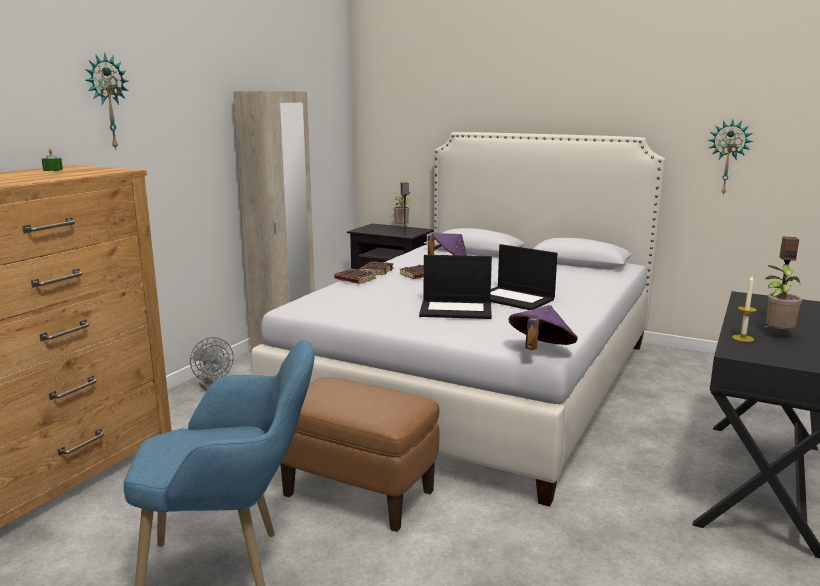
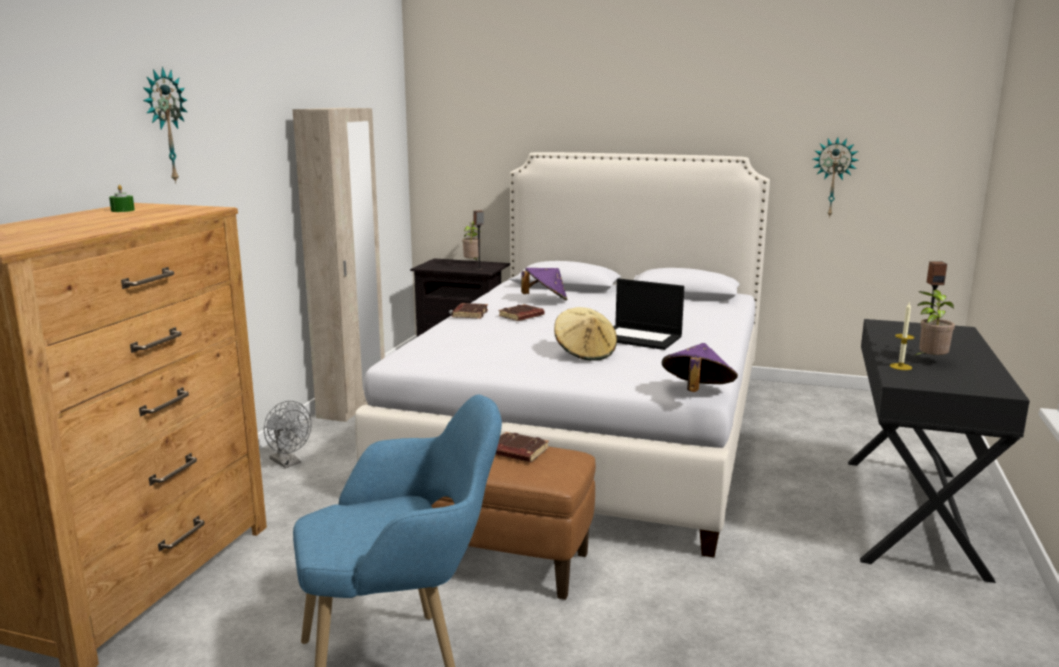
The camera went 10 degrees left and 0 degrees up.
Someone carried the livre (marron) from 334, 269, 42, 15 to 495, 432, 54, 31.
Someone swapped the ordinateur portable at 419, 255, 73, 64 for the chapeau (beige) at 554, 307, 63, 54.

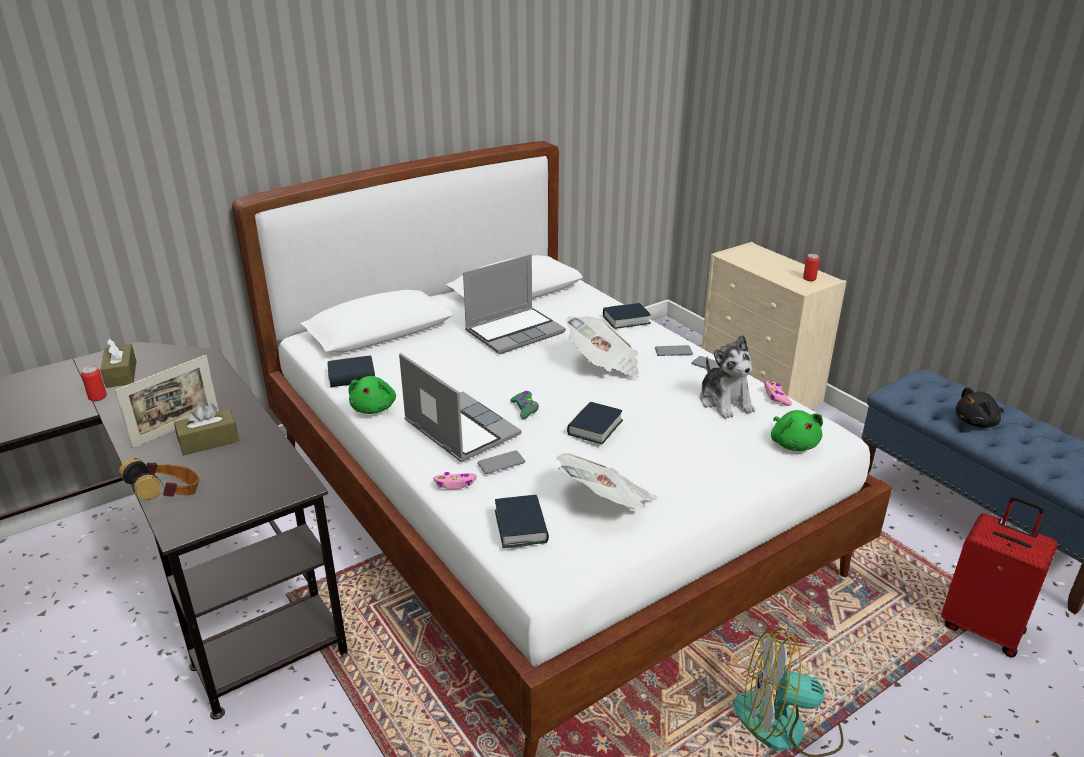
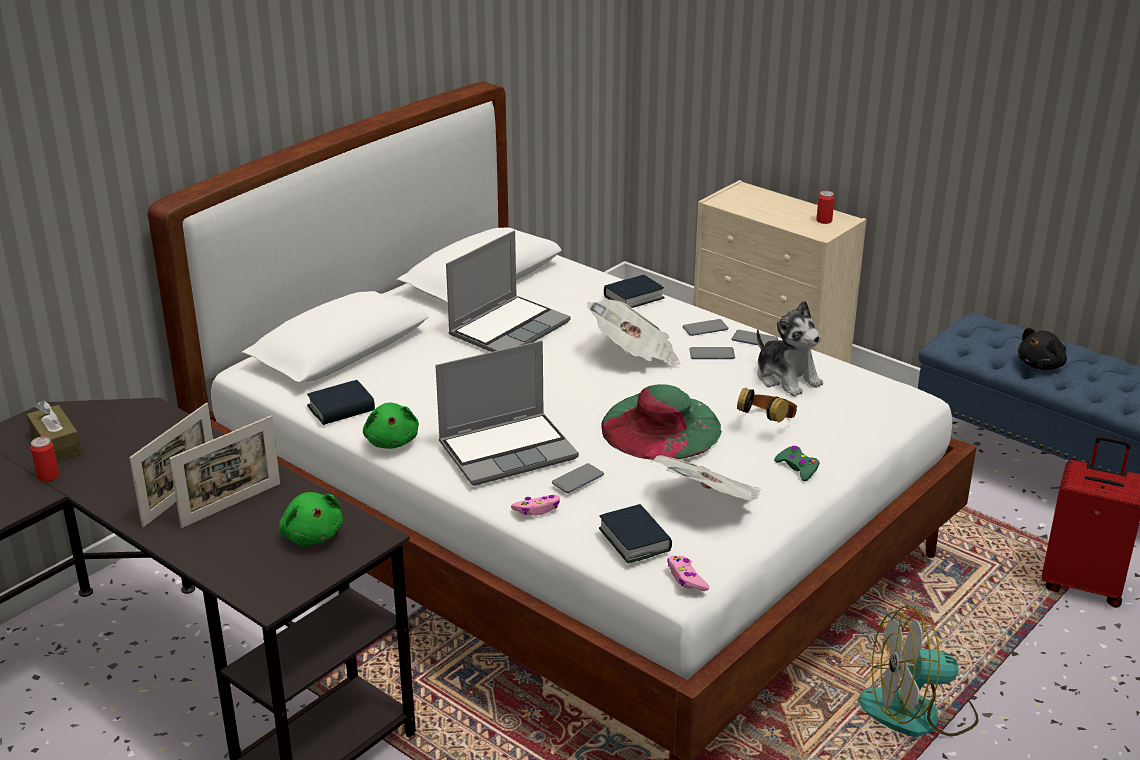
The camera went 15 degrees left and 0 degrees up.
Someone carried the casque audio from 119, 458, 80, 42 to 737, 388, 60, 35.
Someone swapped the boîte à mouchoirs (marron) at 174, 403, 65, 52 for the cadre photo at 169, 416, 111, 112.
Someone rotated the ordinateur portable at 399, 353, 122, 109 by 120 degrees clockwise.
Someone carried the manette (vert) from 510, 391, 29, 28 to 774, 446, 46, 35.
Someone swapped the livre at 567, 402, 56, 42 for the chapeau (vert) at 602, 384, 120, 76.
Someone carried the manette (rose) from 765, 381, 27, 25 to 667, 556, 42, 35.
Someone carried the peluche (vert) from 771, 410, 52, 41 to 279, 492, 64, 53.
Someone put down the téléphone at 689, 347, 46, 12.

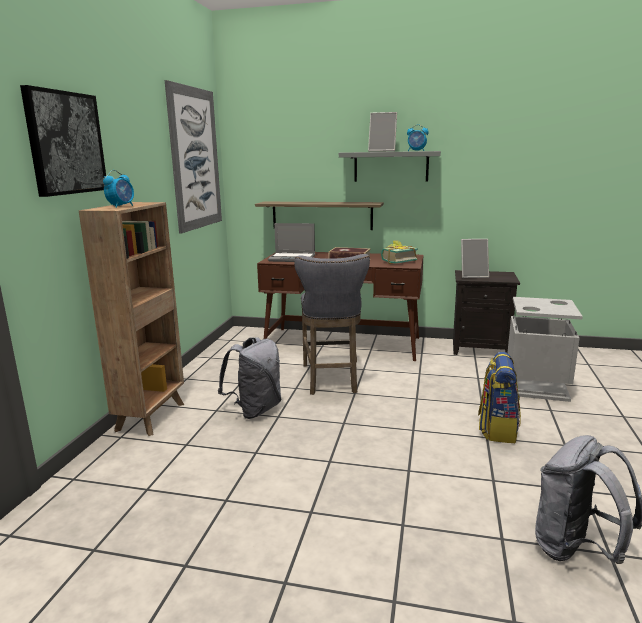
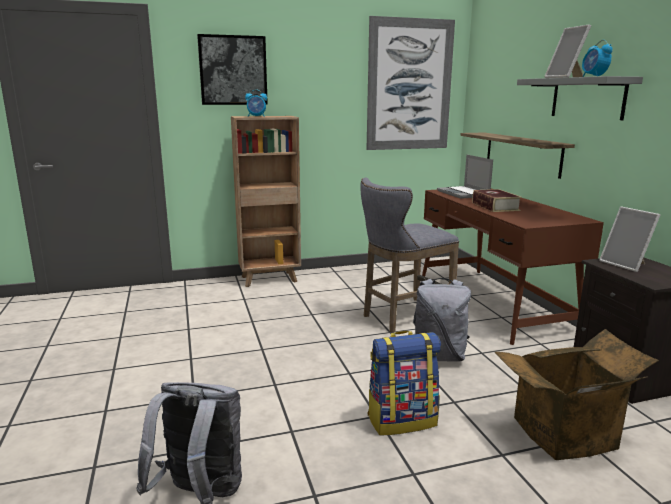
The camera went 60 degrees right and 0 degrees up.
Someone carried the sac à dos (gris) from 218, 337, 64, 82 to 413, 278, 58, 84.
Someone took away the livre at 381, 240, 37, 24.
Someone swapped the poubelle (gris) at 508, 297, 75, 105 for the carton at 495, 329, 164, 131.

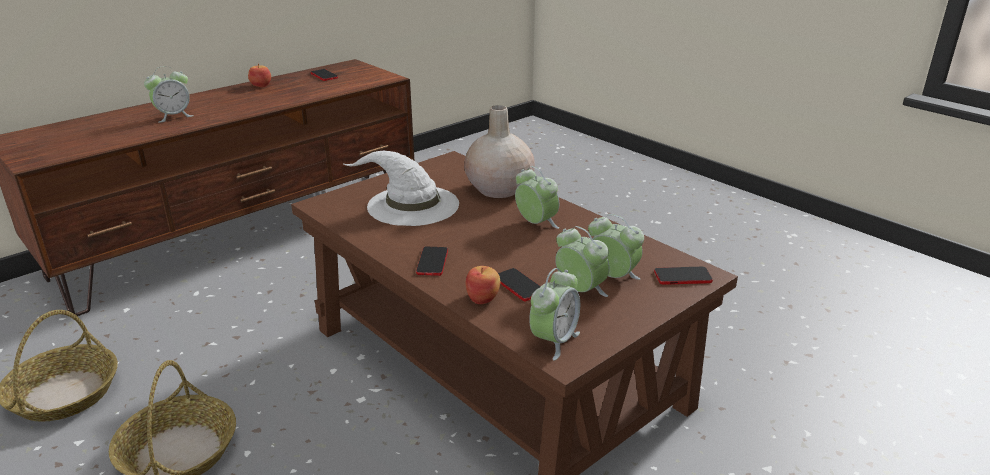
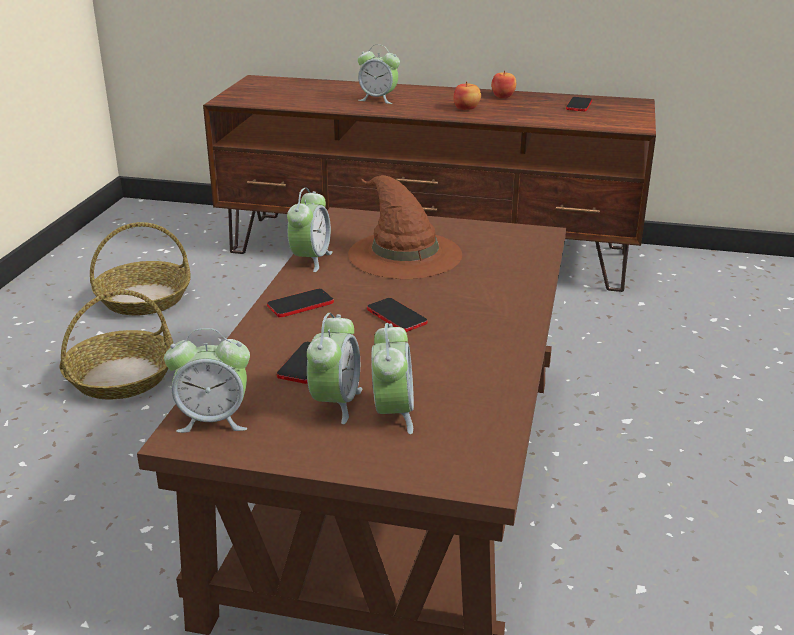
The camera went 55 degrees right and 0 degrees up.
Someone repainted the chapeau (blanc) at 342, 151, 117, 75, which became the chapeau (marron) at 348, 175, 114, 104.
Someone took away the vase (beige) at 464, 105, 71, 93.
Someone carried the pomme from 465, 266, 35, 38 to 453, 81, 28, 29.
Someone carried the réveil from 515, 166, 44, 63 to 287, 188, 46, 84.
Someone carried the téléphone from 654, 267, 59, 18 to 367, 298, 60, 34.

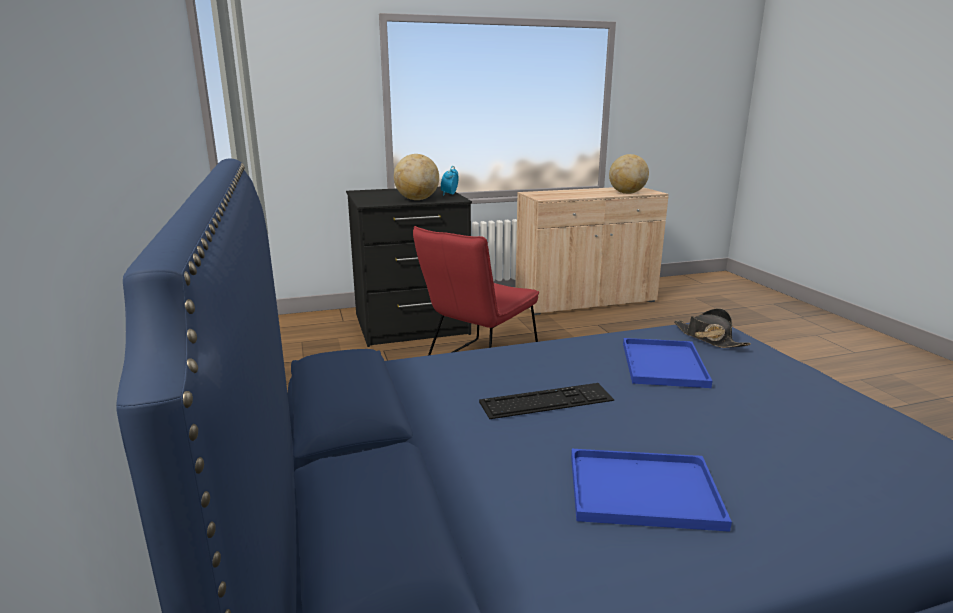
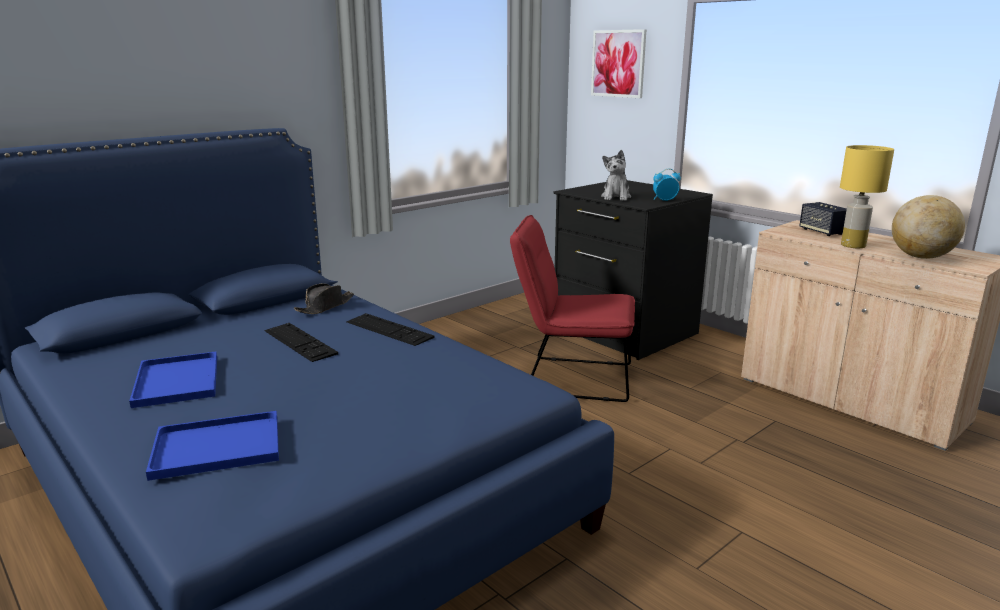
The camera went 65 degrees right and 0 degrees up.
Someone swapped the globe at 394, 154, 45, 46 for the peluche at 601, 150, 30, 51.
Someone carried the plateau (bleu) from 623, 338, 89, 50 to 146, 411, 133, 70.
Someone carried the chapeau (noir) from 674, 308, 77, 40 to 294, 283, 60, 31.
Someone put down the clavier at 346, 313, 89, 33.
Someone put up the tableau at 591, 29, 55, 69.
Someone put down the enceinte at 799, 202, 48, 34.
Someone put down the lampe de table (jaune) at 840, 145, 54, 103.

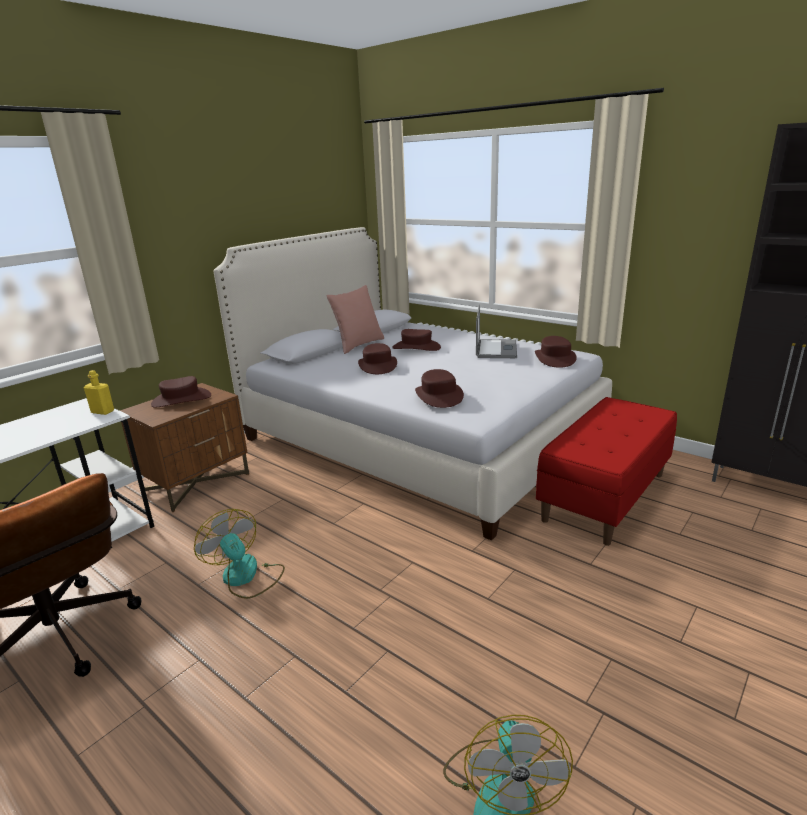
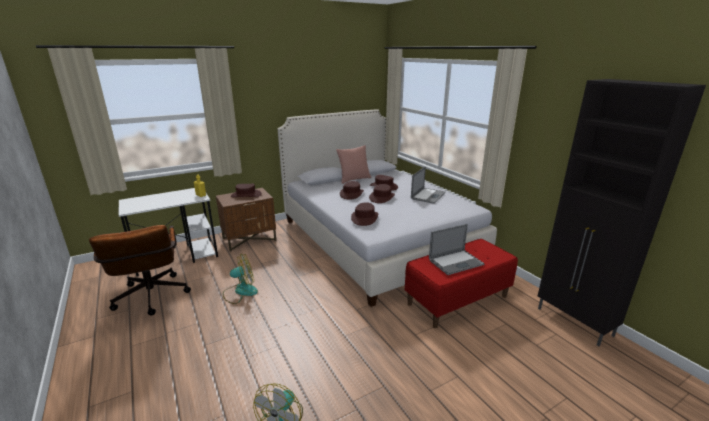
The camera went 20 degrees right and 0 degrees up.
Someone rotated the ventilateur at 194, 509, 91, 90 by 90 degrees clockwise.
Someone carried the chapeau (marron) from 535, 336, 42, 32 to 369, 184, 26, 19.
Someone put down the ordinateur portable at 429, 224, 56, 51.

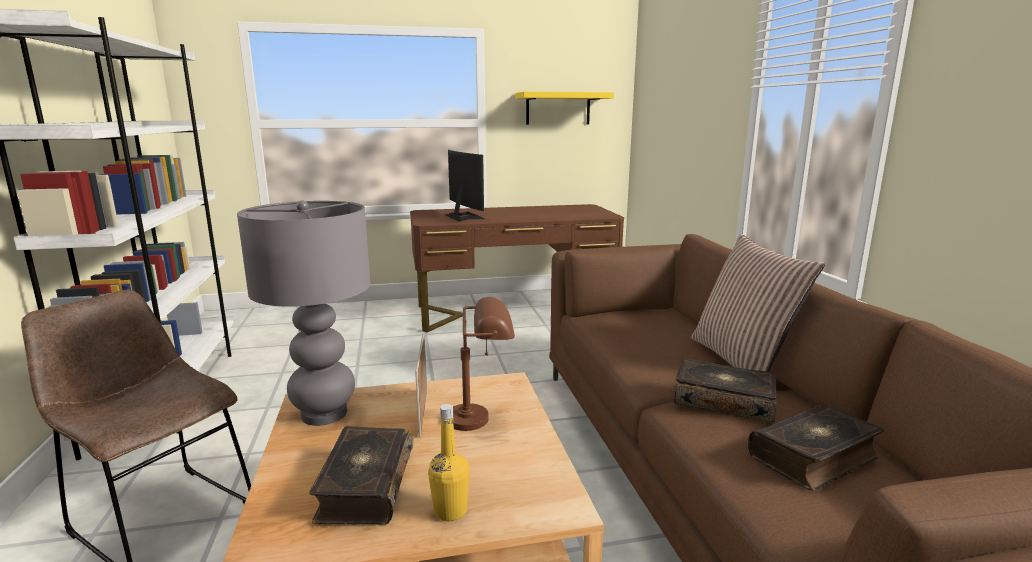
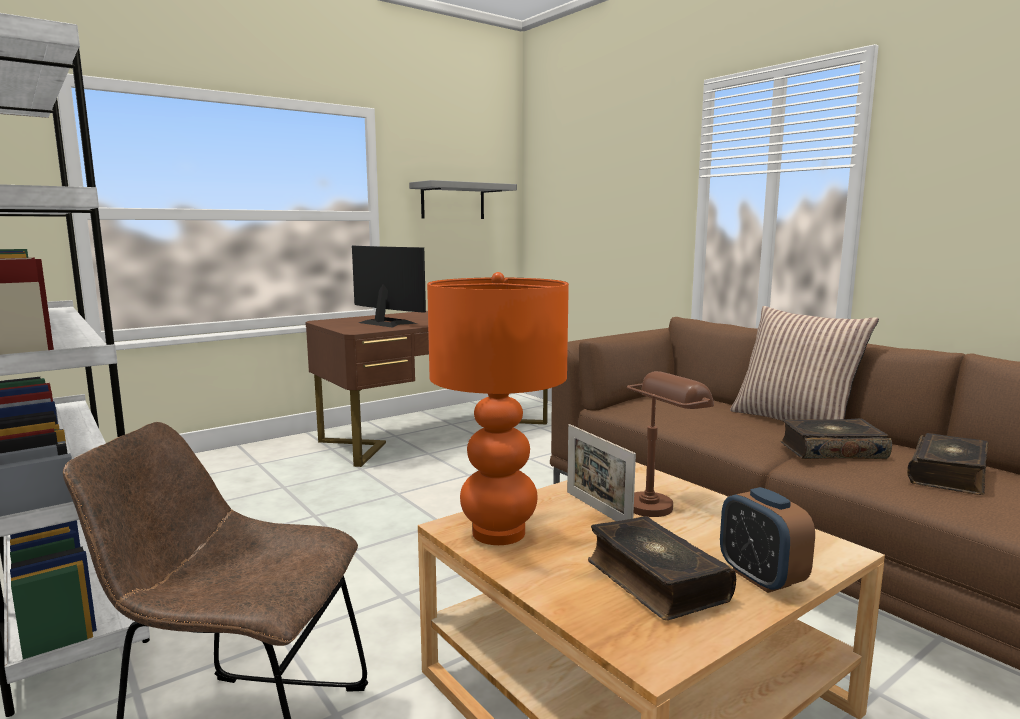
The camera went 25 degrees left and 5 degrees down.
Someone repainted the lampe de table (gris) at 237, 200, 133, 226, which became the lampe de table (orange) at 427, 272, 142, 273.
Someone swapped the bouteille (jaune) at 428, 404, 42, 117 for the réveil at 720, 487, 95, 106.
Someone repainted the étagère (jaune) at 515, 92, 99, 33, which became the étagère (gris) at 409, 180, 108, 39.

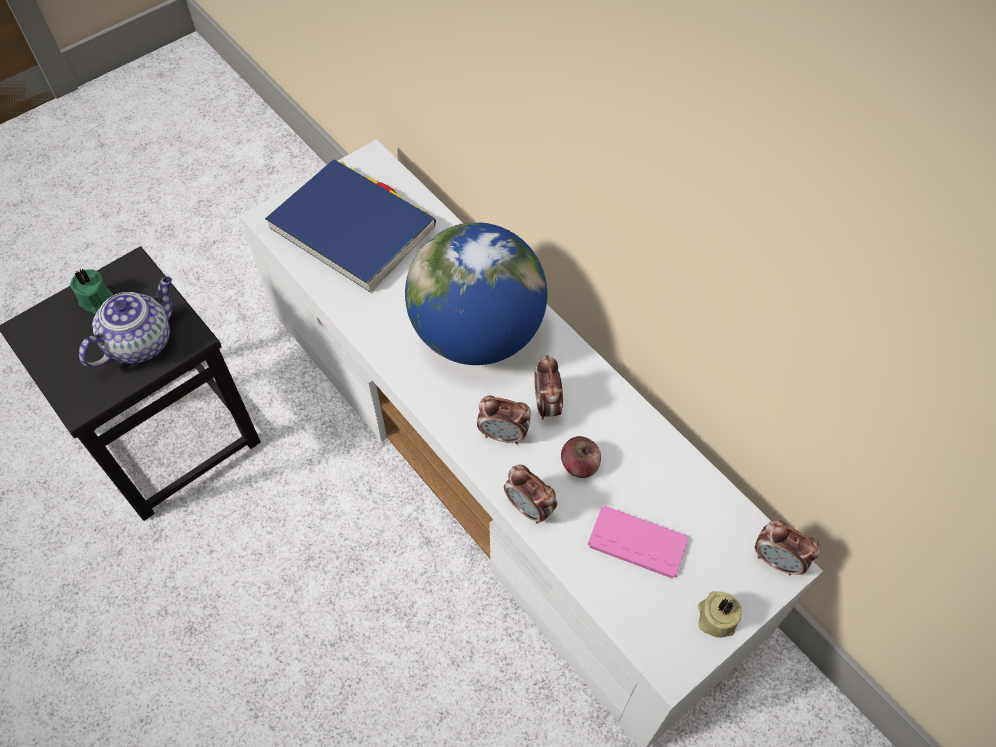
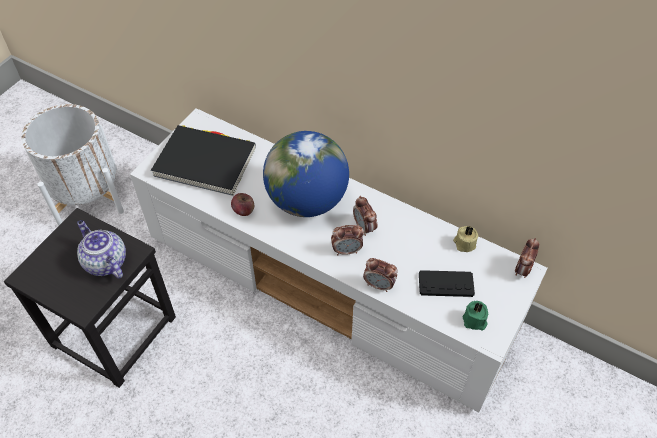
The camera went 20 degrees left and 5 degrees down.
Someone carried the bougie (vert) from 70, 269, 43, 45 to 463, 301, 25, 29.
Someone rotated the théière at 79, 276, 93, 92 by 60 degrees counterclockwise.
Someone repainted the livre (bleu) at 265, 159, 171, 134, which became the livre (noir) at 151, 125, 105, 71.
Someone carried the pomme from 561, 436, 40, 42 to 231, 193, 23, 23.
Someone repainted the manette (rose) at 588, 506, 101, 73, which became the manette (noir) at 419, 270, 56, 27.
Someone carried the bougie (beige) from 698, 591, 44, 47 to 453, 226, 25, 26.
Someone rotated the réveil at 755, 520, 66, 56 by 105 degrees clockwise.
Someone put down the cache-pot (blanc) at 21, 104, 103, 122.

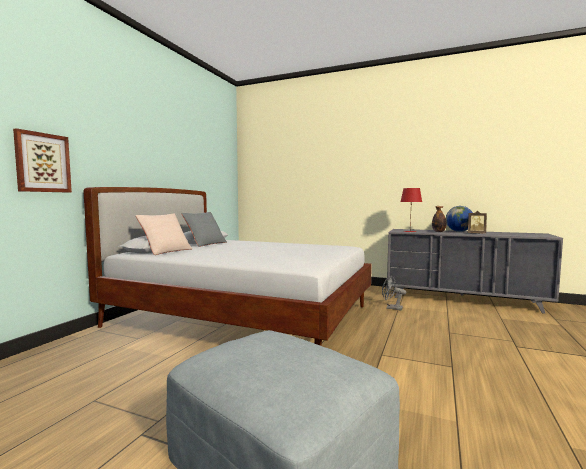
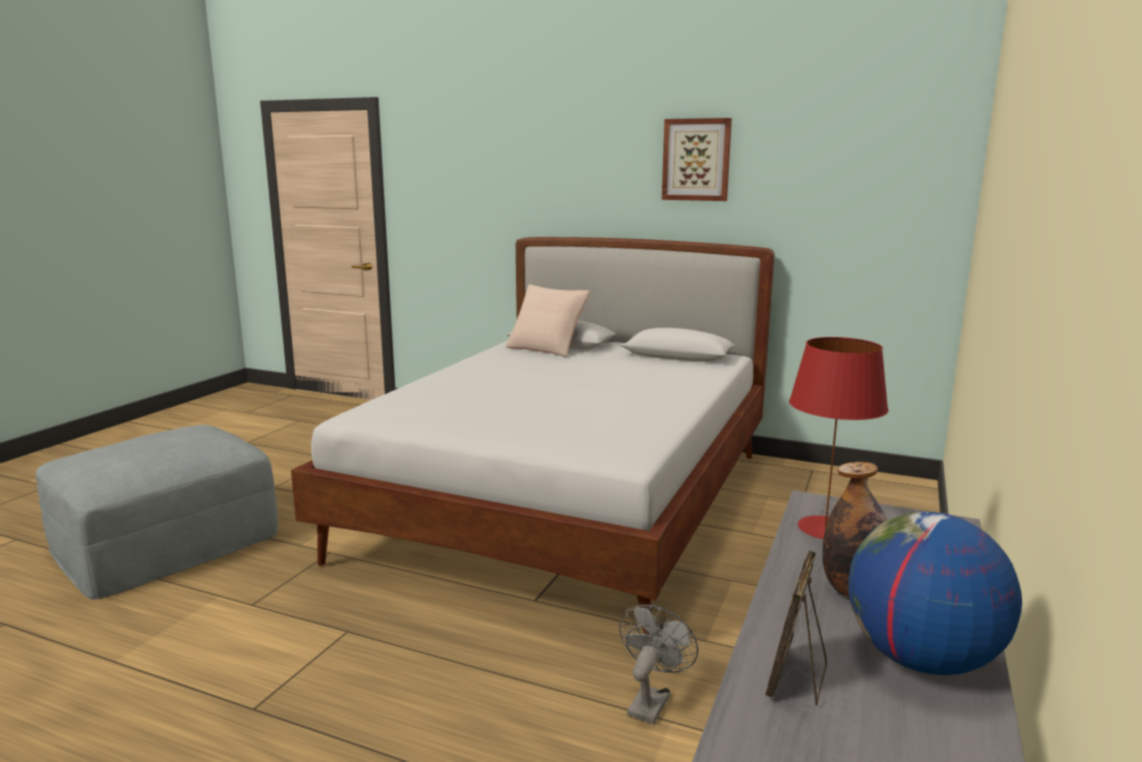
The camera went 90 degrees right and 10 degrees up.
Someone carried the tableau from 13, 128, 59, 65 to 662, 118, 70, 83.
Someone took away the coussin (gris) at 181, 212, 46, 35.

